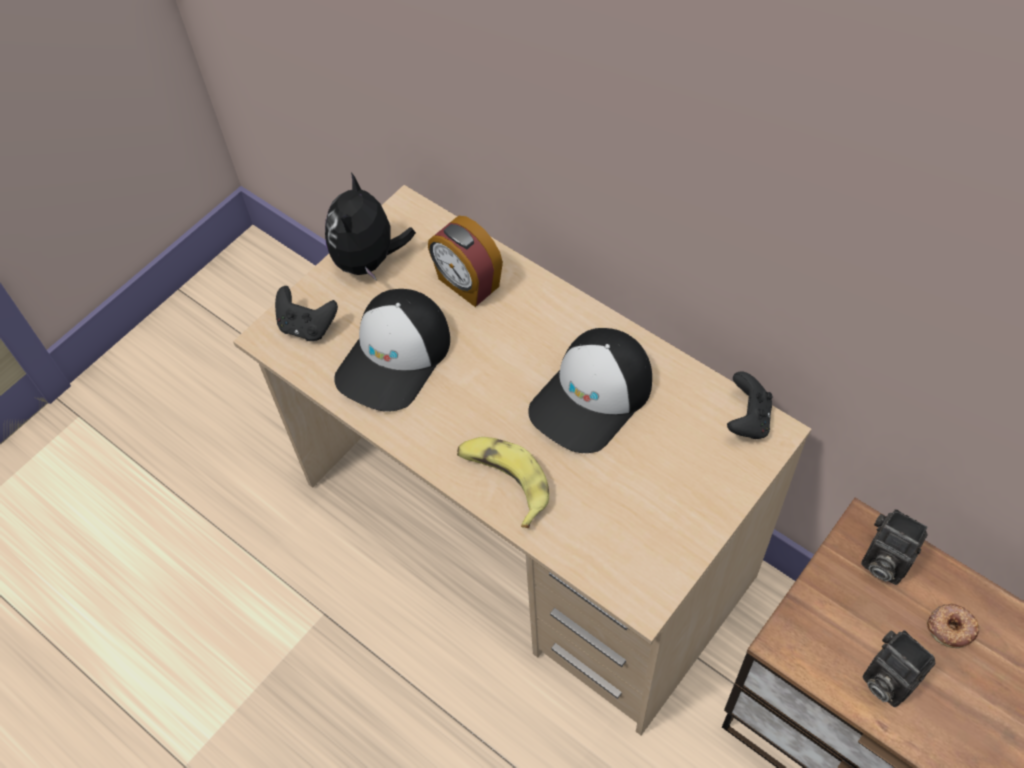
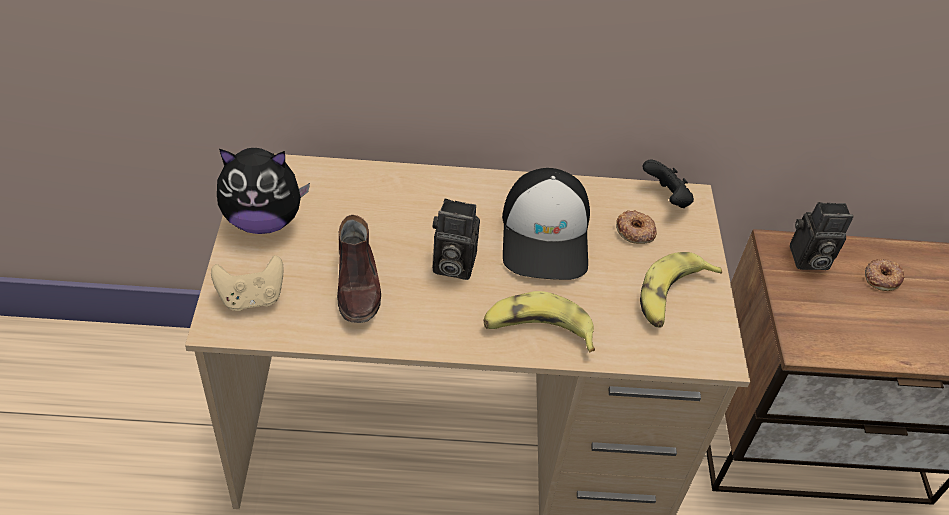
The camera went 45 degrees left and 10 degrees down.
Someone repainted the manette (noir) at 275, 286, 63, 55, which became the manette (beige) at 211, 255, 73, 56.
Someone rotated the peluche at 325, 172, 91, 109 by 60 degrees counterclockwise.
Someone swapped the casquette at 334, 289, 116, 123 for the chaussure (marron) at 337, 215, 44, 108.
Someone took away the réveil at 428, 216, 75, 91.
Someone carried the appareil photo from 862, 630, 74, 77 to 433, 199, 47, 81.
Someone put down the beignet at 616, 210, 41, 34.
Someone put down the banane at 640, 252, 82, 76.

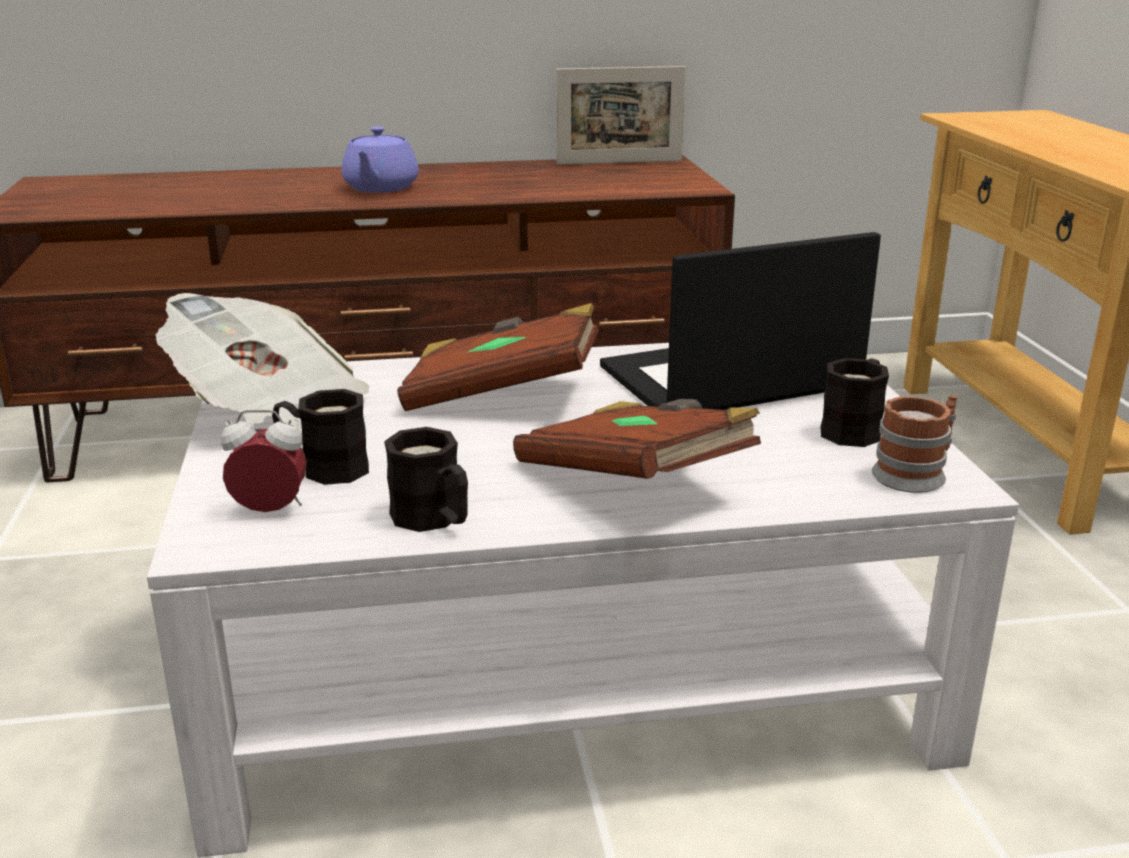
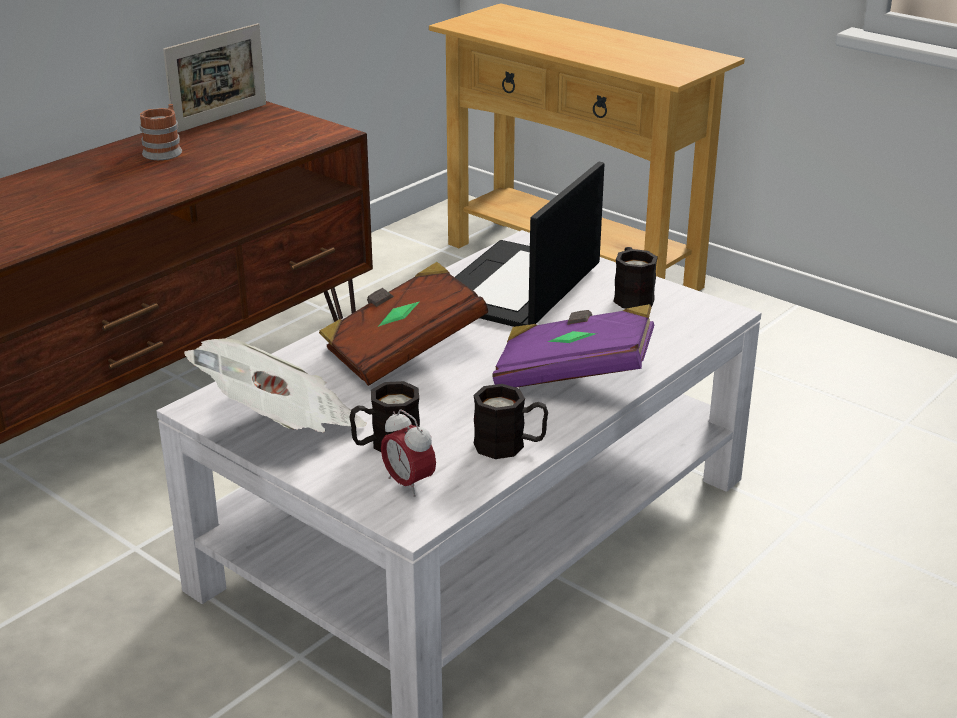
The camera went 40 degrees left and 5 degrees up.
Someone rotated the réveil at 221, 410, 86, 102 by 90 degrees counterclockwise.
Someone took away the théière (violet) at 341, 127, 78, 66.
Someone repainted the livre (marron) at 513, 399, 248, 80, which became the livre (violet) at 492, 304, 162, 84.
Someone carried the mug from 872, 395, 85, 98 to 140, 104, 42, 56.

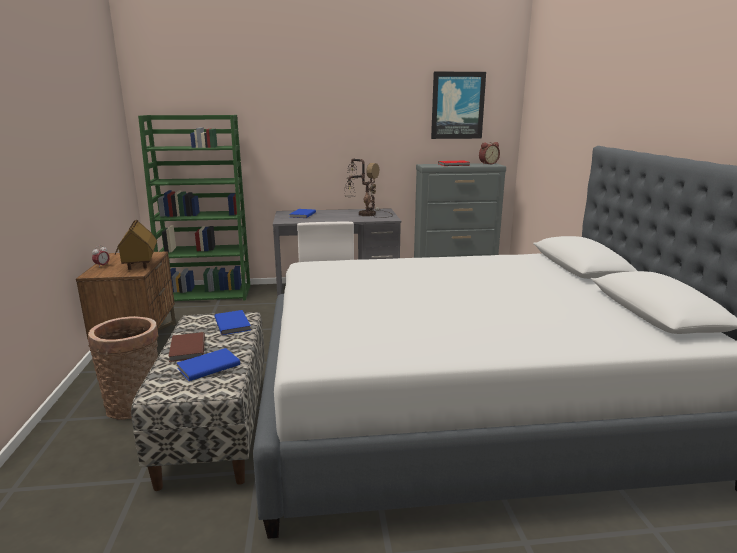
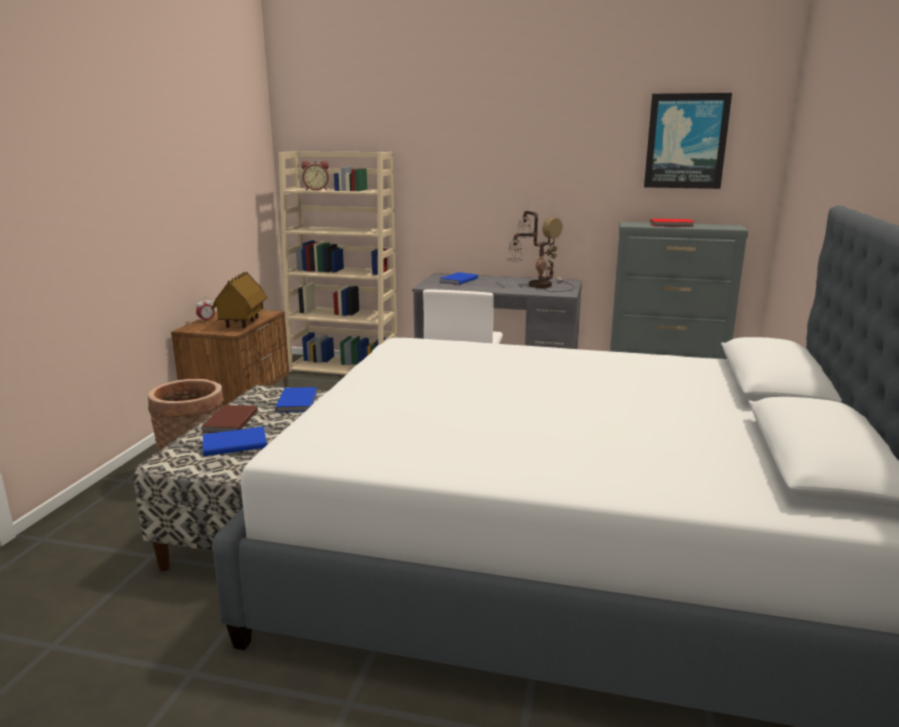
The camera went 20 degrees right and 0 degrees up.
Someone repainted the bibliothèque (vert) at 138, 115, 112, 186, which became the bibliothèque (beige) at 278, 151, 119, 224.
Someone carried the réveil from 479, 142, 21, 23 to 302, 161, 27, 29.

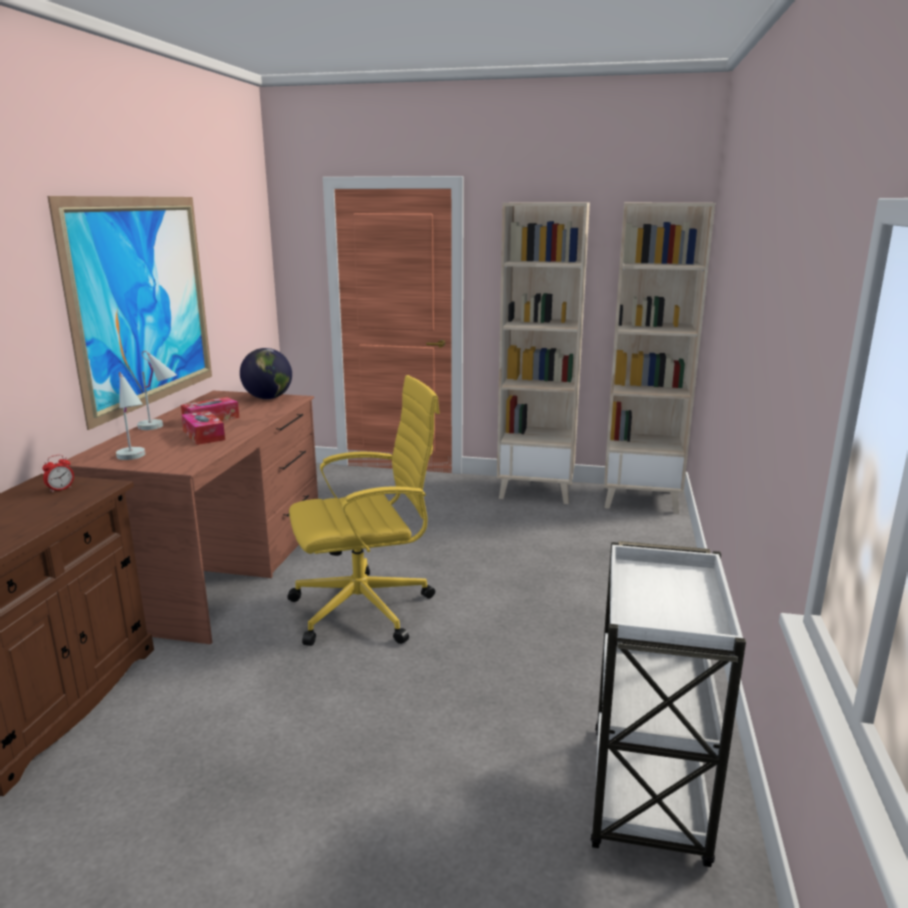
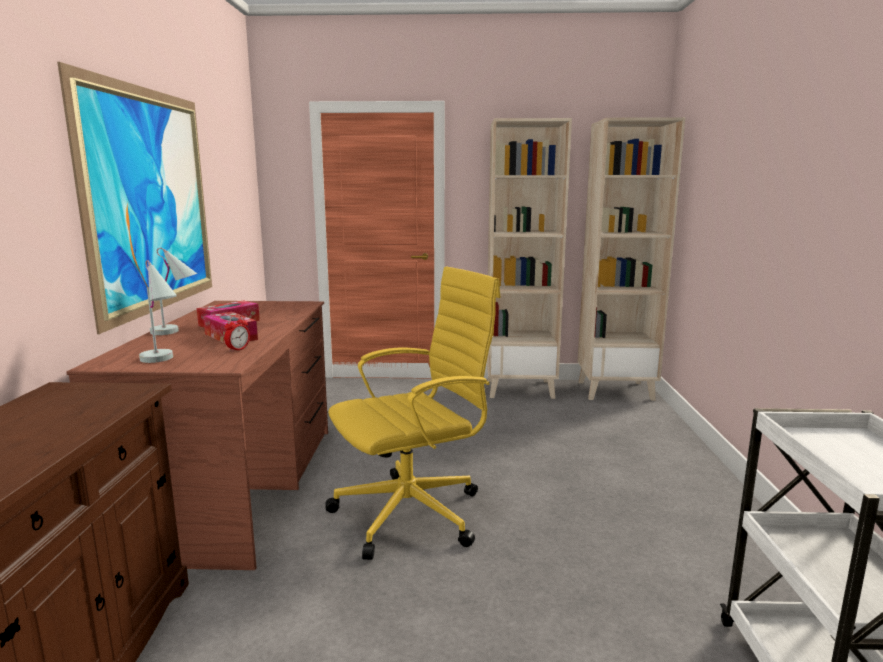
The camera went 10 degrees left and 5 degrees down.
Someone carried the réveil from 42, 455, 32, 38 to 224, 315, 26, 37.
Someone took away the globe at 240, 348, 52, 51.

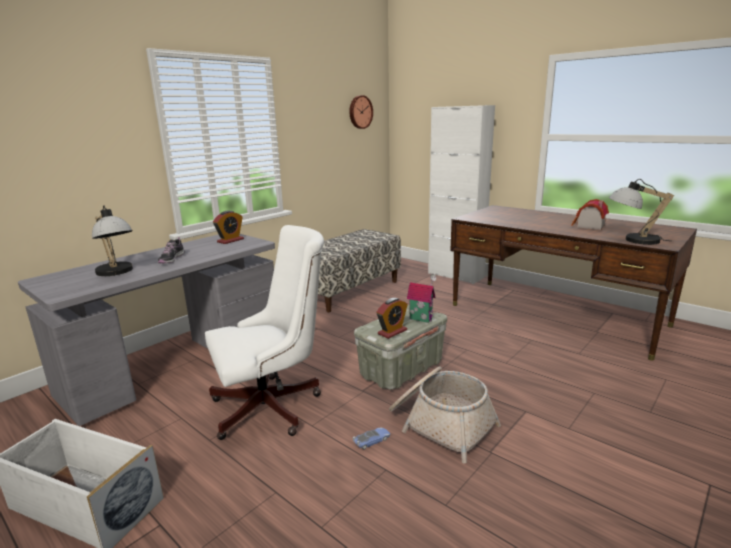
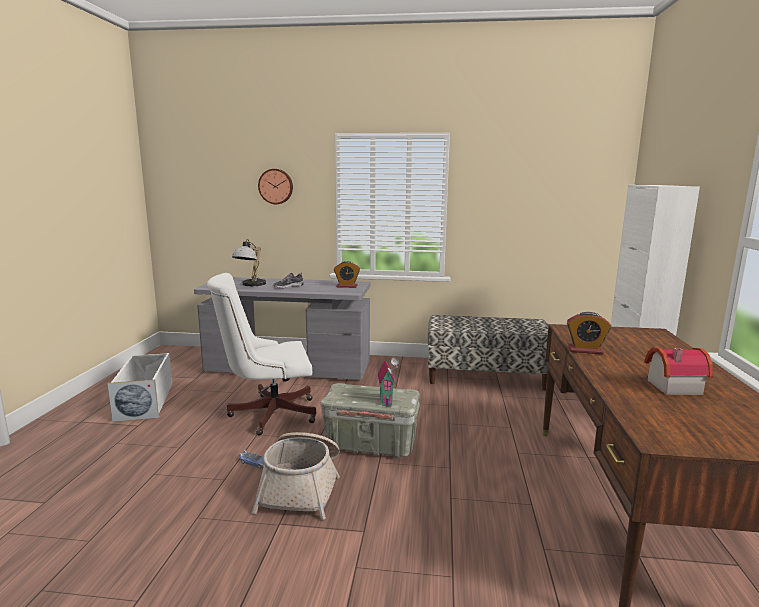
The camera went 55 degrees right and 5 degrees down.
Someone rotated the chaise de bureau (blanc) at 205, 225, 119, 215 by 135 degrees clockwise.
Someone carried the horloge murale from 349, 95, 24, 34 to 258, 169, 35, 35.
Someone carried the réveil from 376, 298, 32, 41 to 567, 312, 44, 42.
Someone took away the lampe de table at 609, 179, 65, 66.

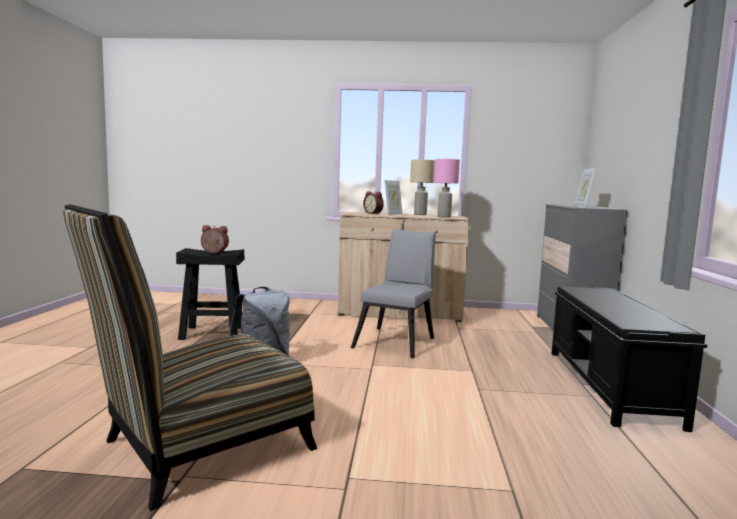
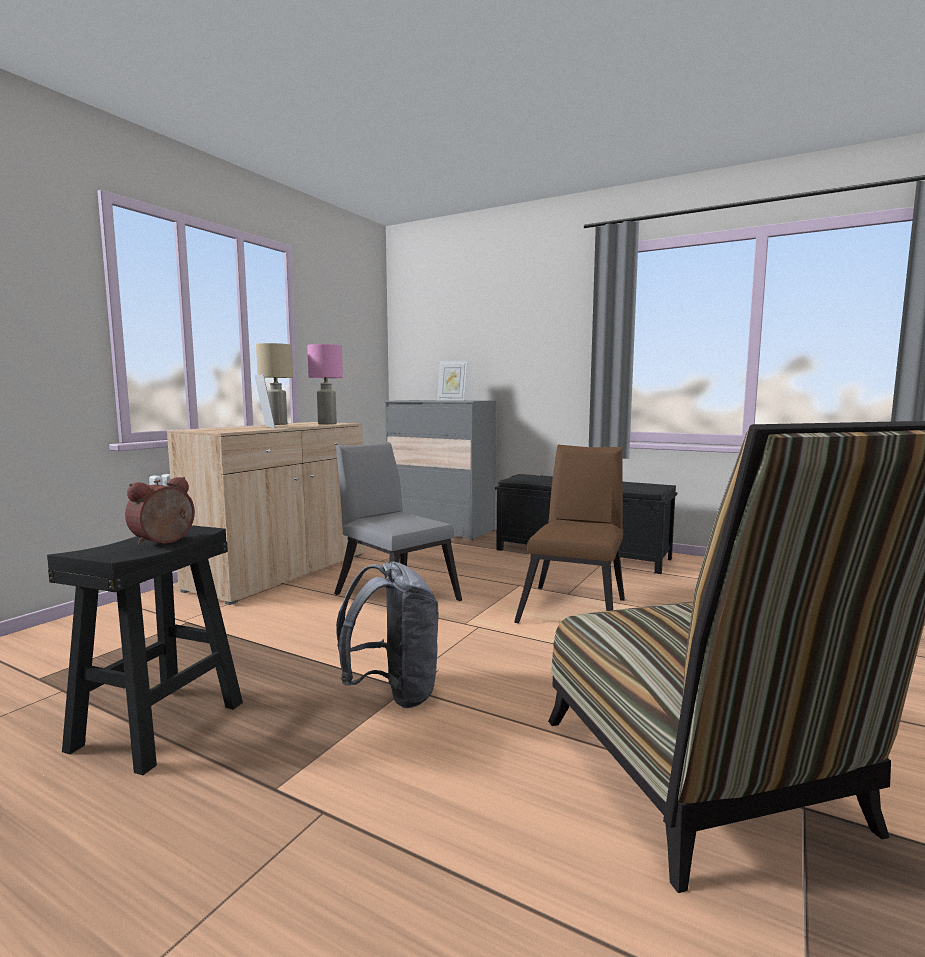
The camera went 65 degrees left and 0 degrees up.
Someone took away the réveil at 363, 191, 21, 23.
Someone put down the chaise (marron) at 514, 445, 111, 178.

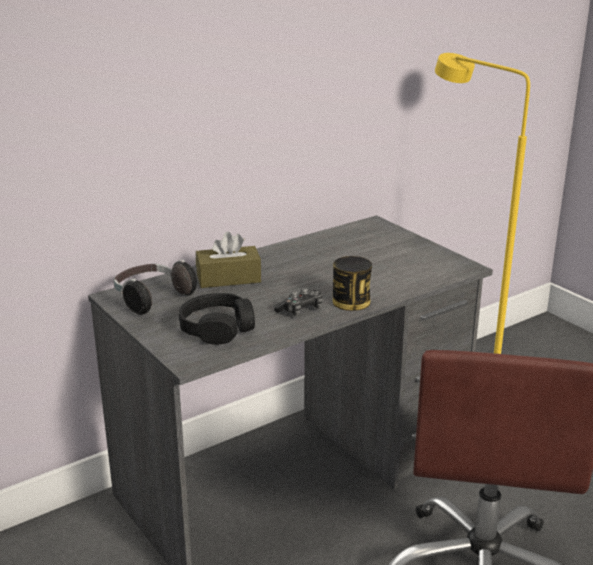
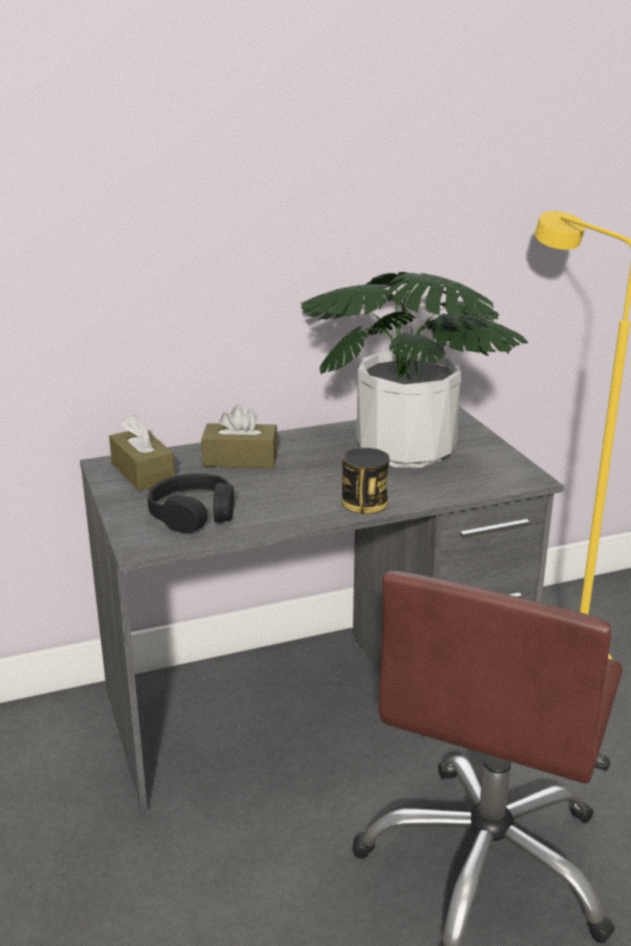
The camera went 15 degrees right and 0 degrees up.
Someone swapped the casque audio at 114, 260, 83, 55 for the boîte à mouchoirs (marron) at 109, 415, 66, 76.
Someone took away the manette at 274, 288, 49, 28.
Someone put down the plante en pot at 301, 272, 228, 196.

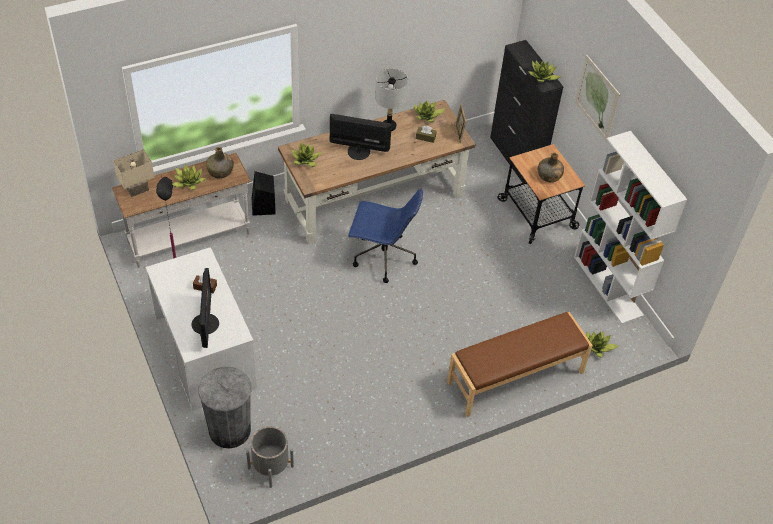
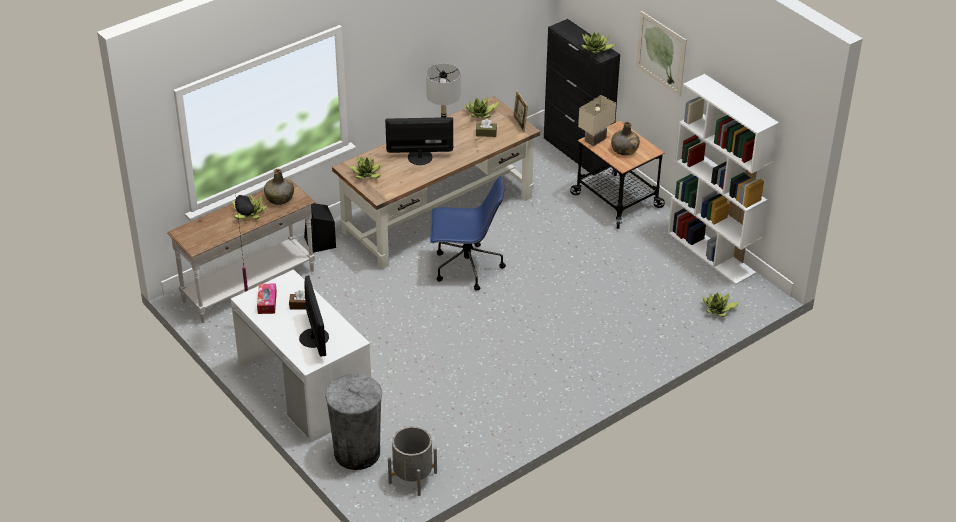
The camera went 10 degrees left and 10 degrees down.
Someone carried the lampe de table (beige) from 113, 149, 41, 48 to 578, 95, 38, 51.
Someone took away the banc (marron) at 447, 312, 146, 105.
Someone put down the boîte à mouchoirs at 257, 284, 20, 30.

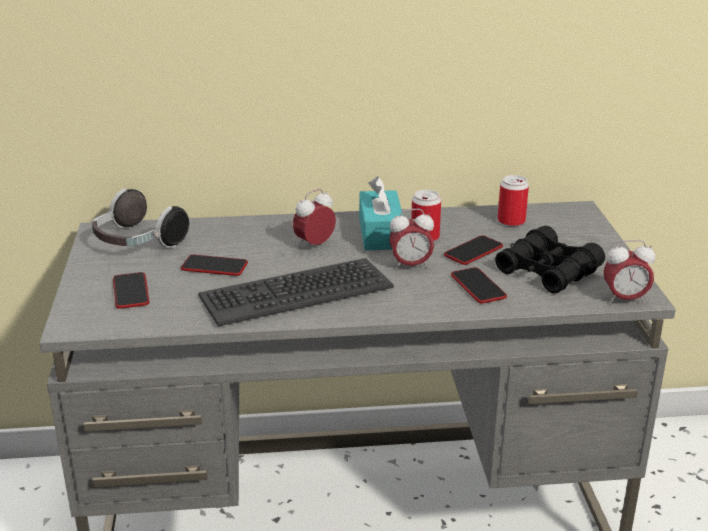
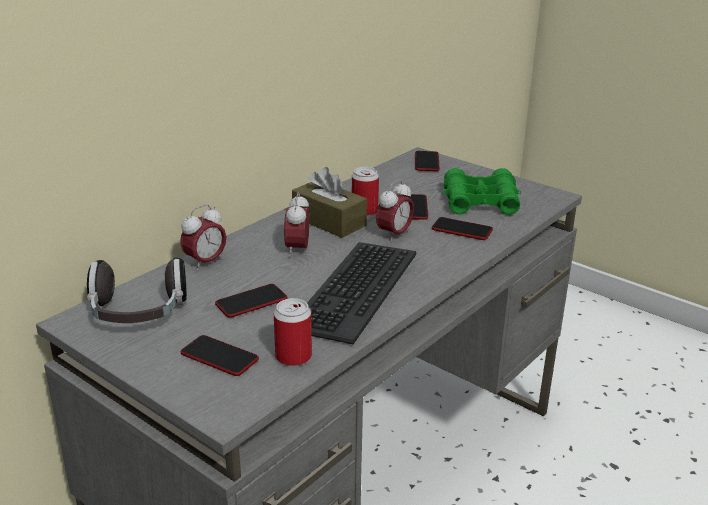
The camera went 45 degrees left and 0 degrees up.
Someone repainted the boîte à mouchoirs (turquoise) at 359, 176, 44, 74, which became the boîte à mouchoirs (marron) at 292, 167, 75, 71.
Someone repainted the jumelles (noir) at 495, 226, 110, 68, which became the jumelles (vert) at 442, 168, 79, 47.
Someone carried the boîte métallique from 498, 175, 31, 52 to 274, 298, 38, 68.
Someone carried the réveil from 604, 240, 51, 64 to 180, 204, 46, 67.
Someone put down the téléphone at 415, 151, 25, 20.

